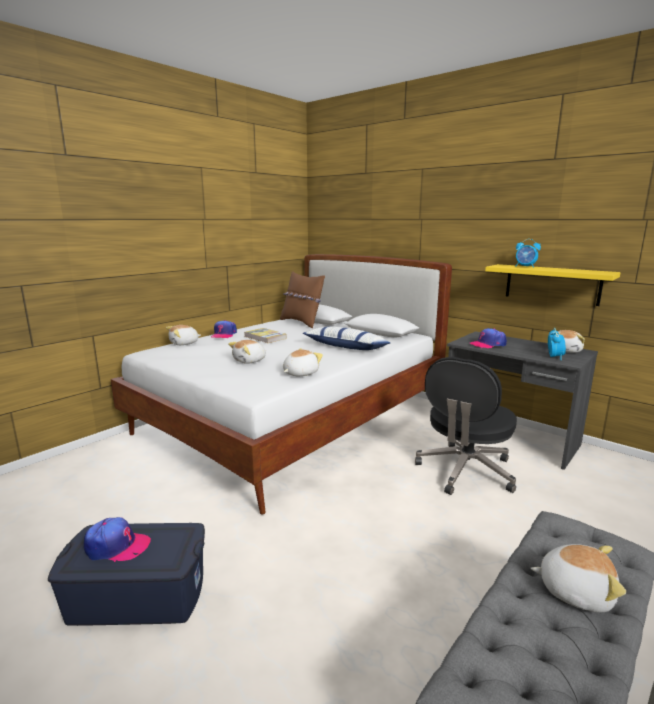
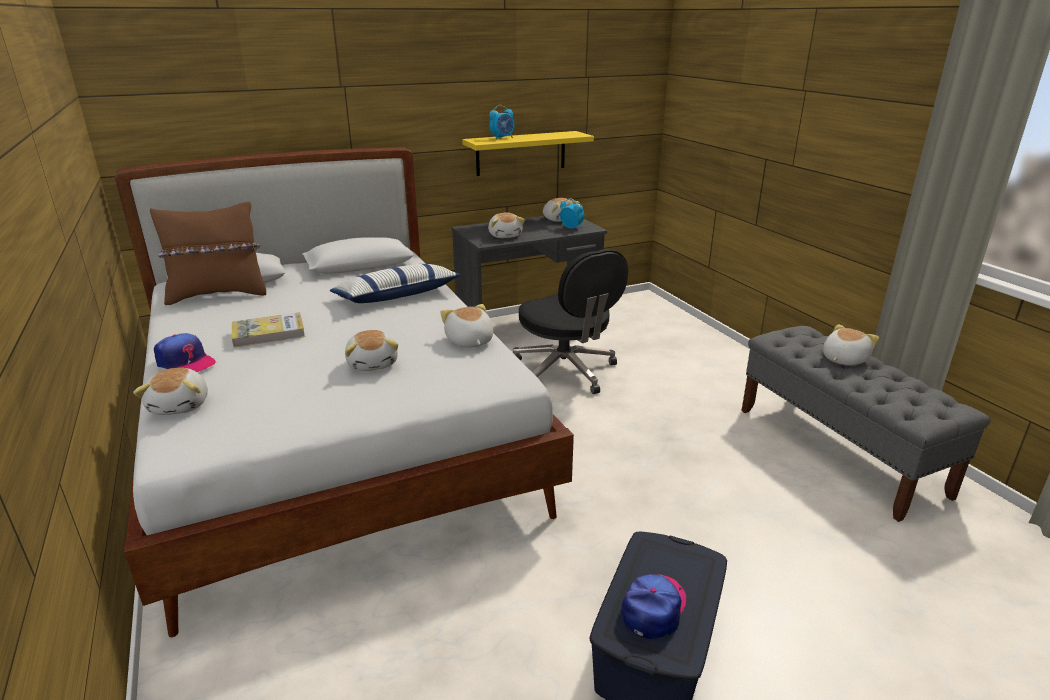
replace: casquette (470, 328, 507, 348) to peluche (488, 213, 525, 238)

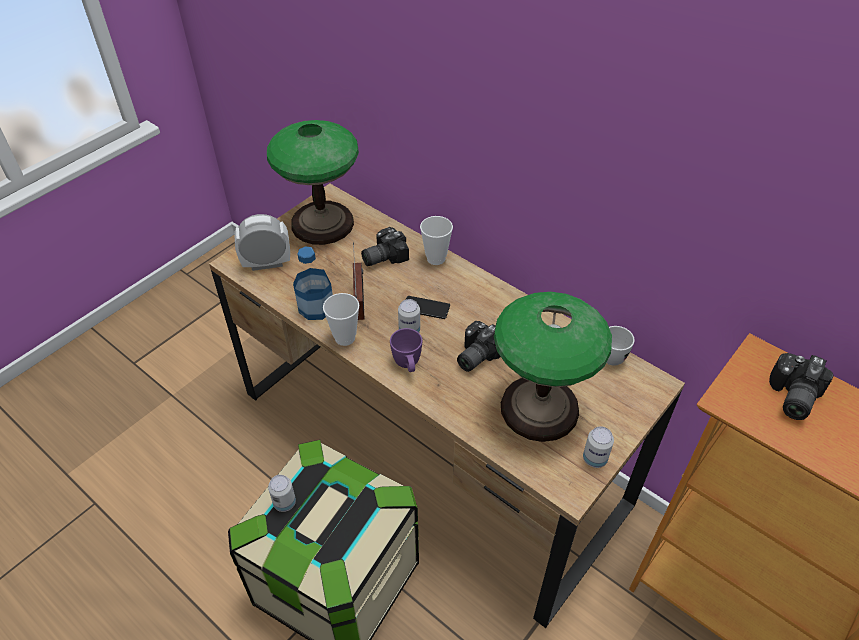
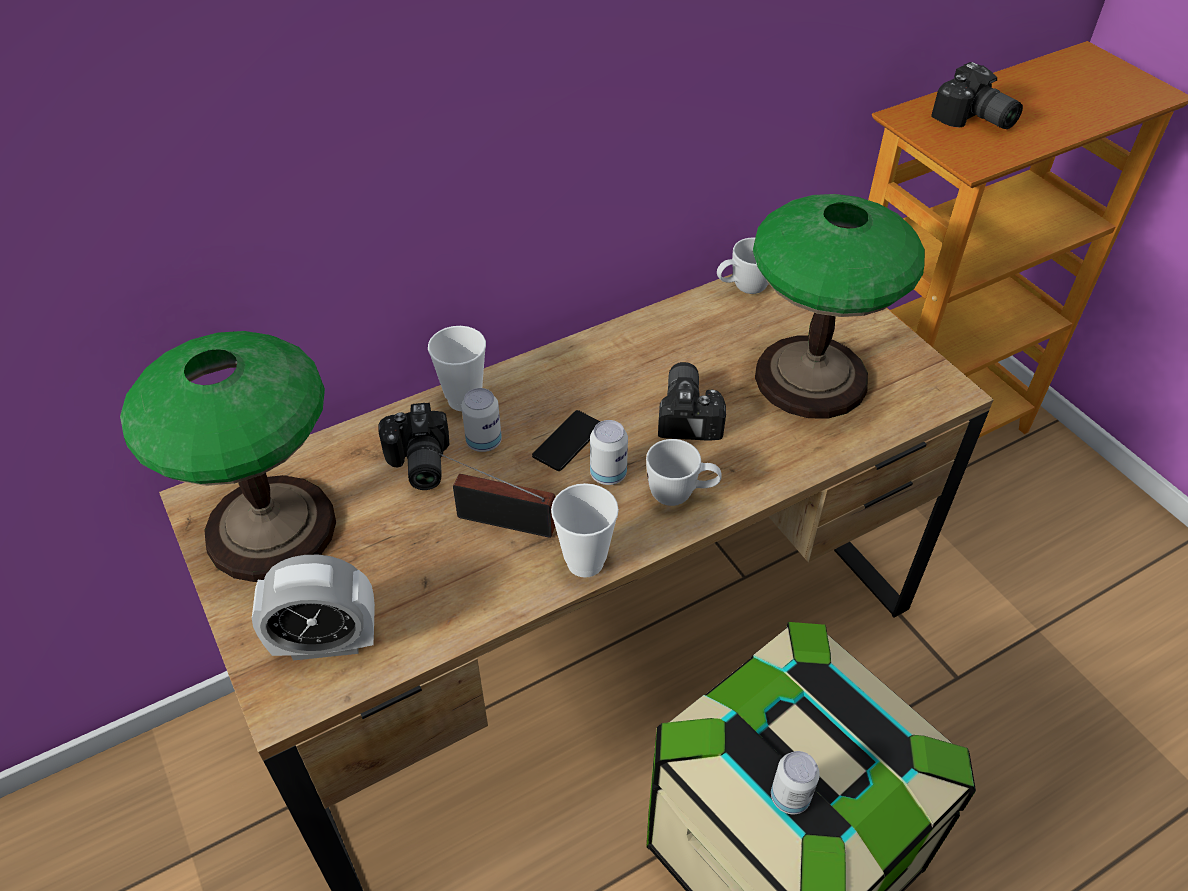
delete: bouteille (293, 246, 333, 320)
move: boîte métallique (583, 426, 614, 468) to (461, 388, 502, 452)
recolor: mug [violet] (390, 328, 422, 372) to mug [blanc] (646, 439, 722, 506)
rotate: réveil (234, 214, 290, 271) = (252, 555, 375, 661) 105 degrees counterclockwise; appareil photo (457, 321, 501, 372) = (658, 362, 726, 441) 150 degrees counterclockwise

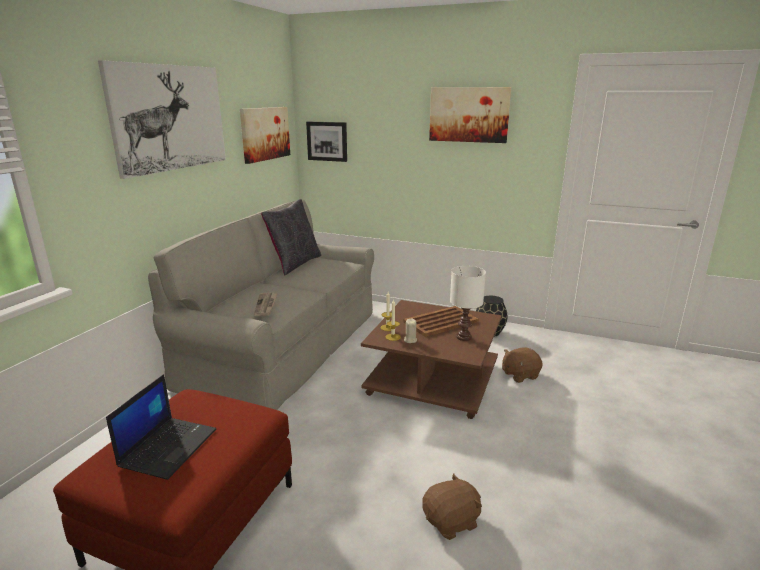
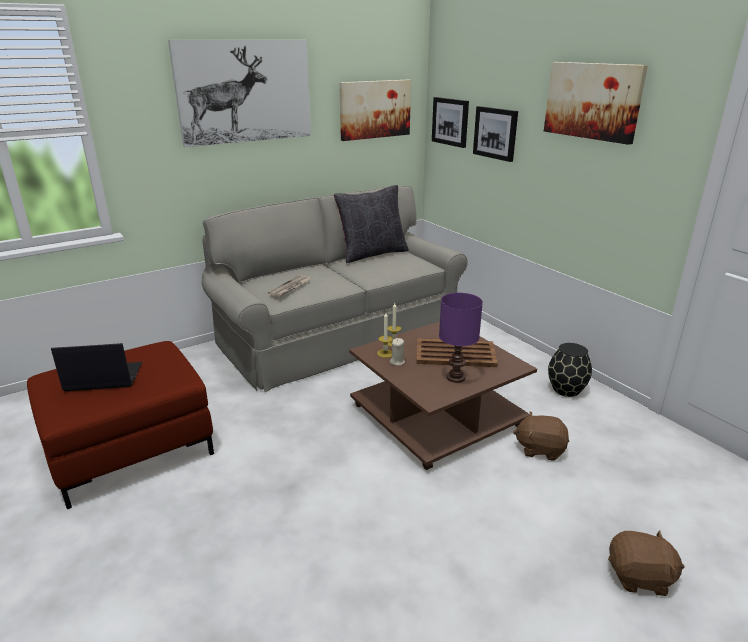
insert: tableau (473, 106, 518, 162)
move: peluche [marron] (422, 473, 482, 540) to (608, 530, 685, 596)
recolor: lampe de table [blanc] (450, 266, 486, 341) to lampe de table [violet] (439, 293, 483, 383)
rotate: ordinateur portable (106, 374, 216, 480) = (51, 343, 142, 392) 150 degrees counterclockwise

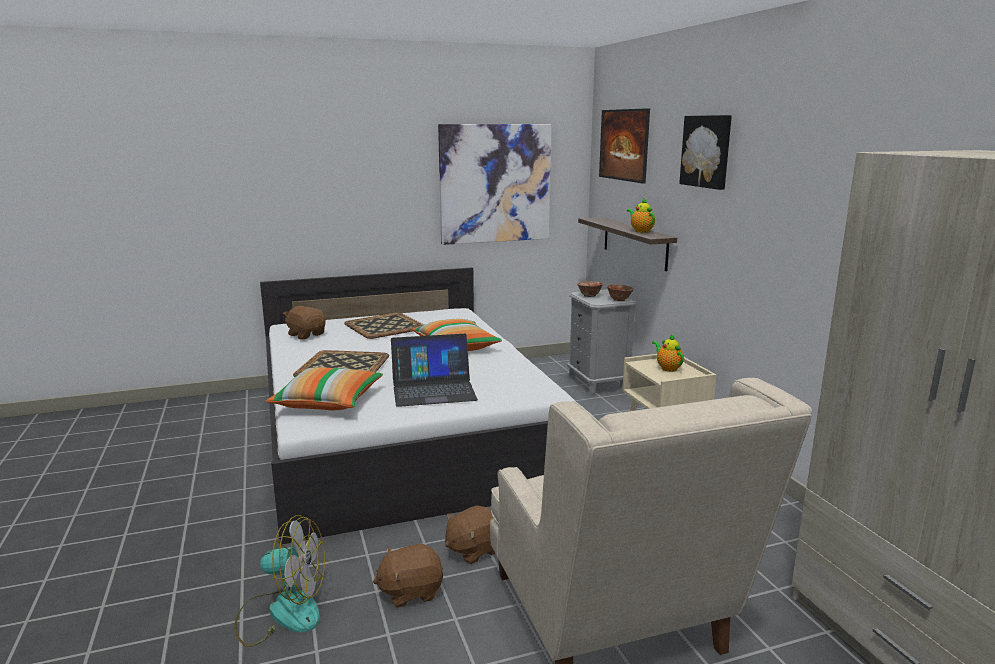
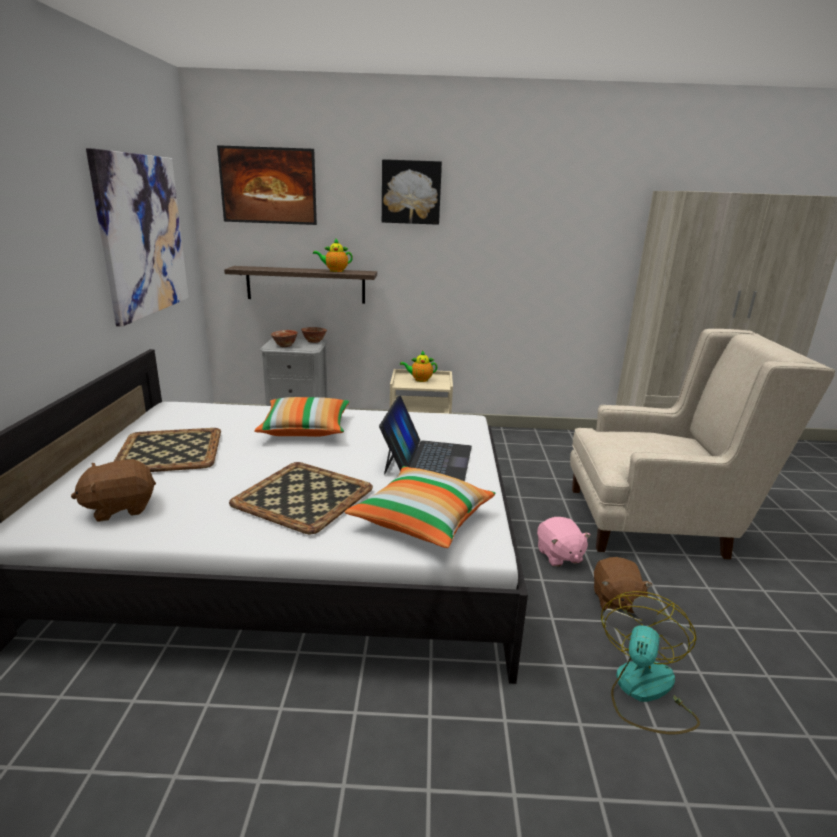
recolor: peluche [marron] (445, 506, 496, 564) to peluche [rose] (537, 517, 591, 567)

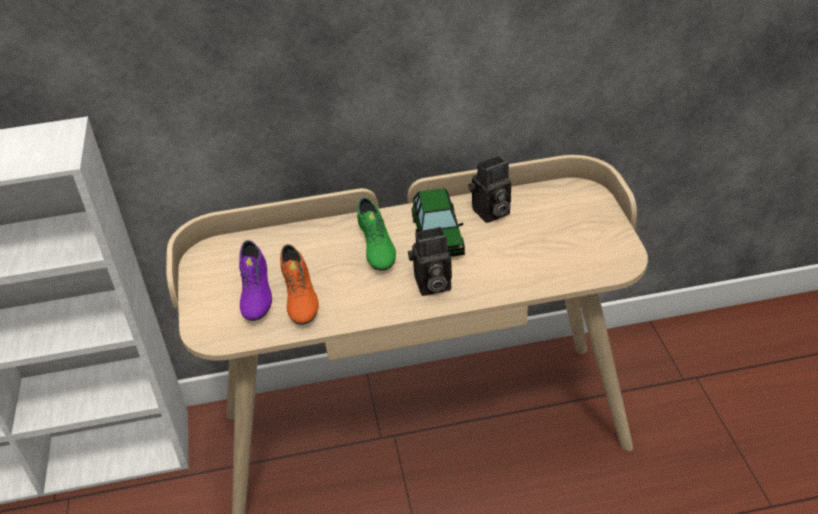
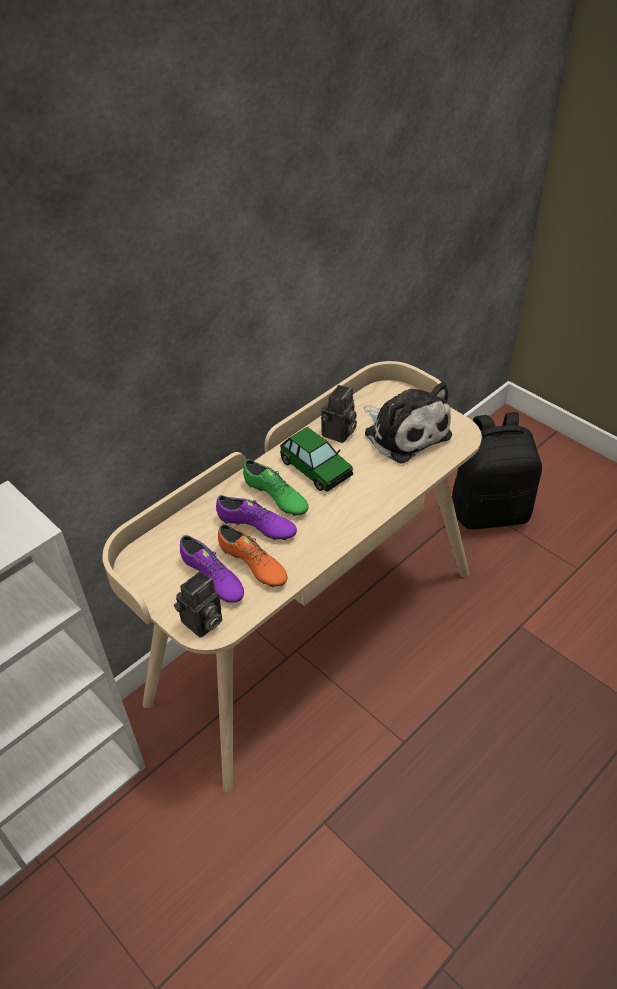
insert: chaussure [violet] (216, 495, 297, 540); peluche (363, 382, 452, 464); sac à dos [noir] (452, 412, 542, 529)
move: appareil photo (408, 227, 452, 296) to (174, 571, 222, 638)

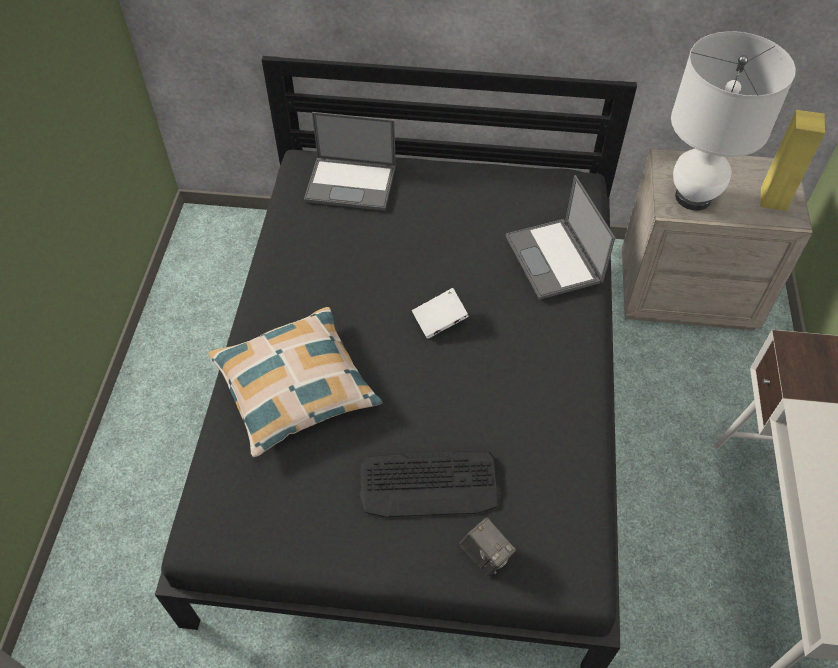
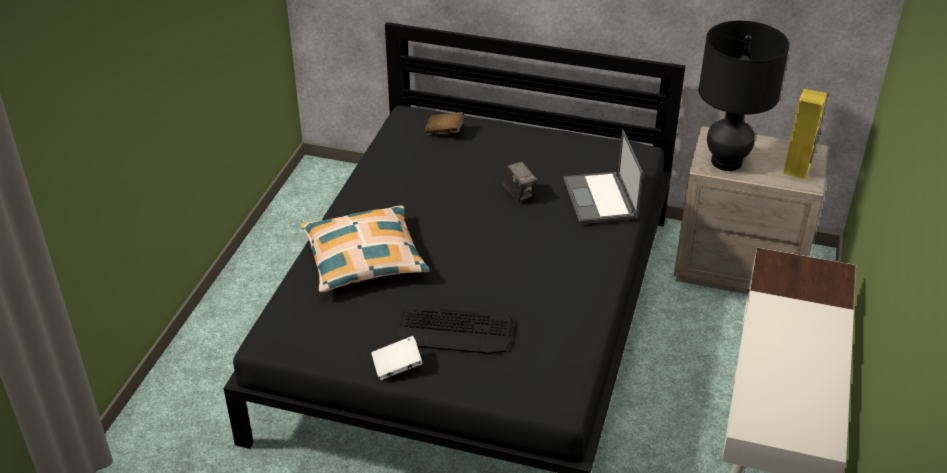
move: livre [blanc] (412, 288, 468, 338) to (371, 336, 422, 380); appareil photo (460, 518, 516, 576) to (502, 161, 537, 202)
replace: ordinateur portable (304, 112, 396, 211) to livre [marron] (425, 112, 464, 135)
recolor: lampe de table [blanc] (671, 31, 796, 211) to lampe de table [noir] (698, 21, 789, 171)

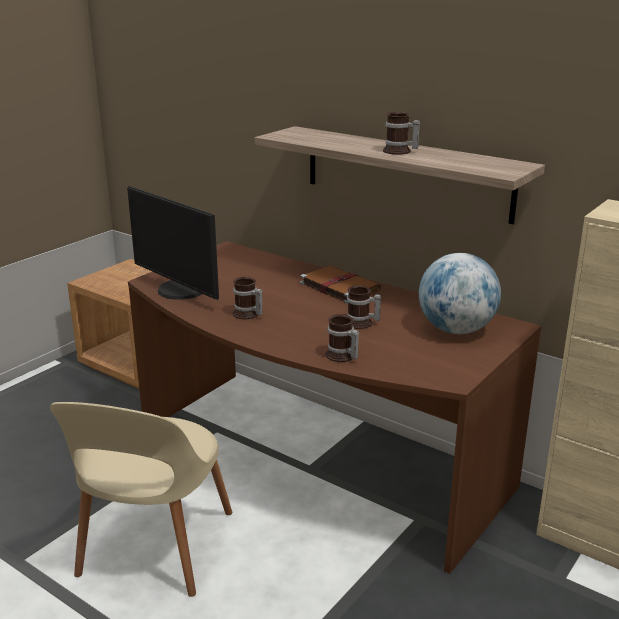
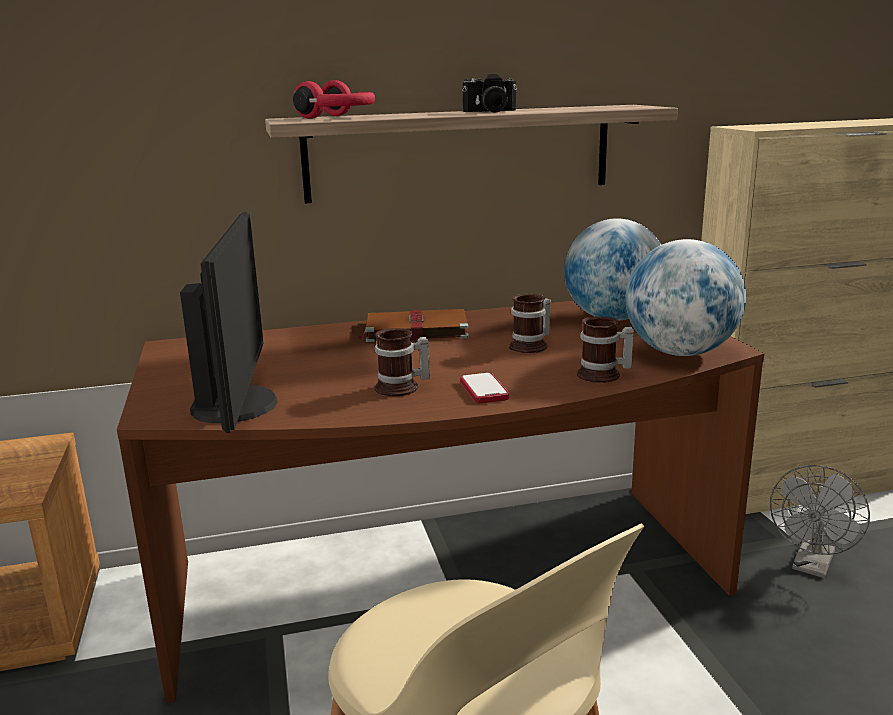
insert: casque audio [rouge] (293, 80, 375, 119); téléphone (460, 373, 509, 403); globe (626, 239, 746, 356); ventilateur [gris] (770, 465, 870, 578)
replace: mug (383, 112, 420, 155) to appareil photo (462, 74, 517, 112)
rotate: écran d'ordinateur (127, 186, 219, 300) = (180, 212, 278, 433) 90 degrees counterclockwise

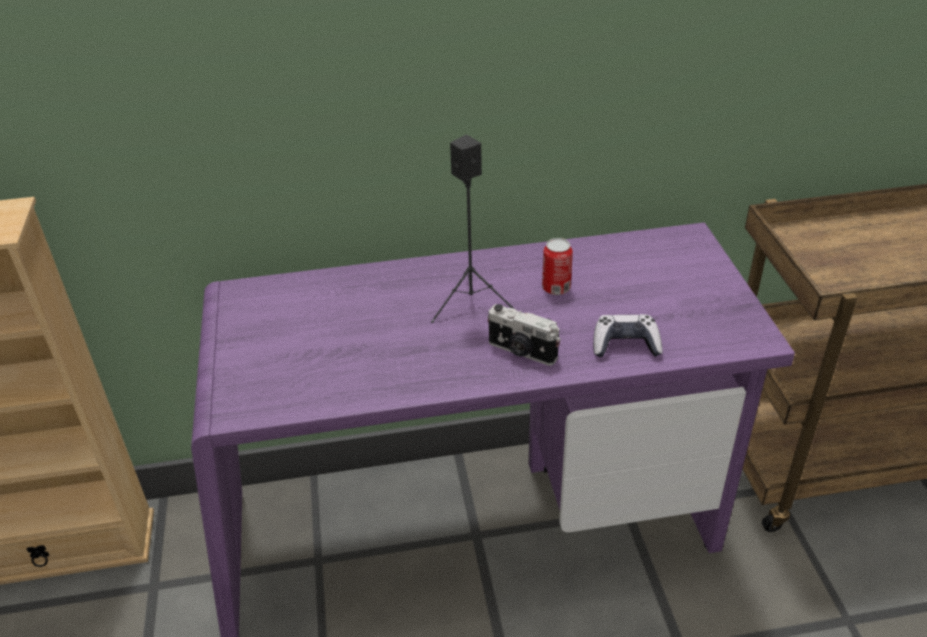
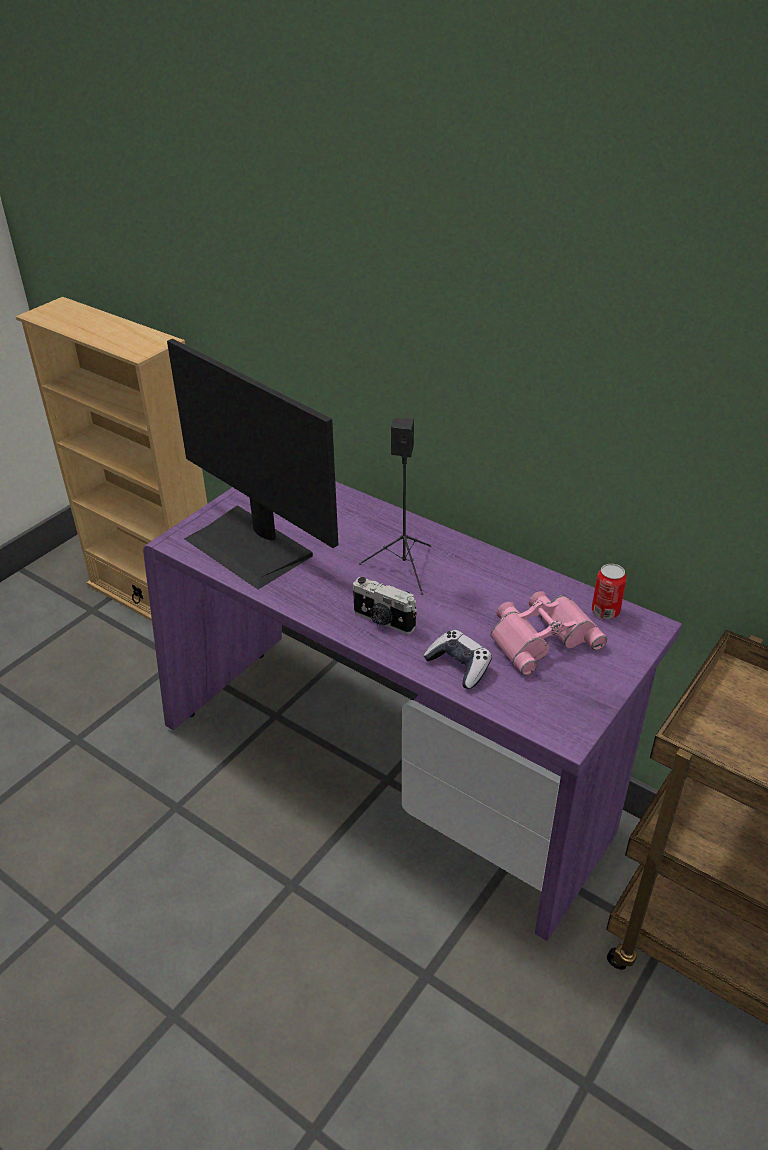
insert: écran d'ordinateur (167, 339, 338, 589); jumelles [rose] (490, 591, 607, 675)
move: boîte métallique (542, 238, 573, 295) to (592, 564, 626, 619)
rotate: appareil photo (488, 304, 560, 366) = (353, 577, 417, 634) 45 degrees counterclockwise

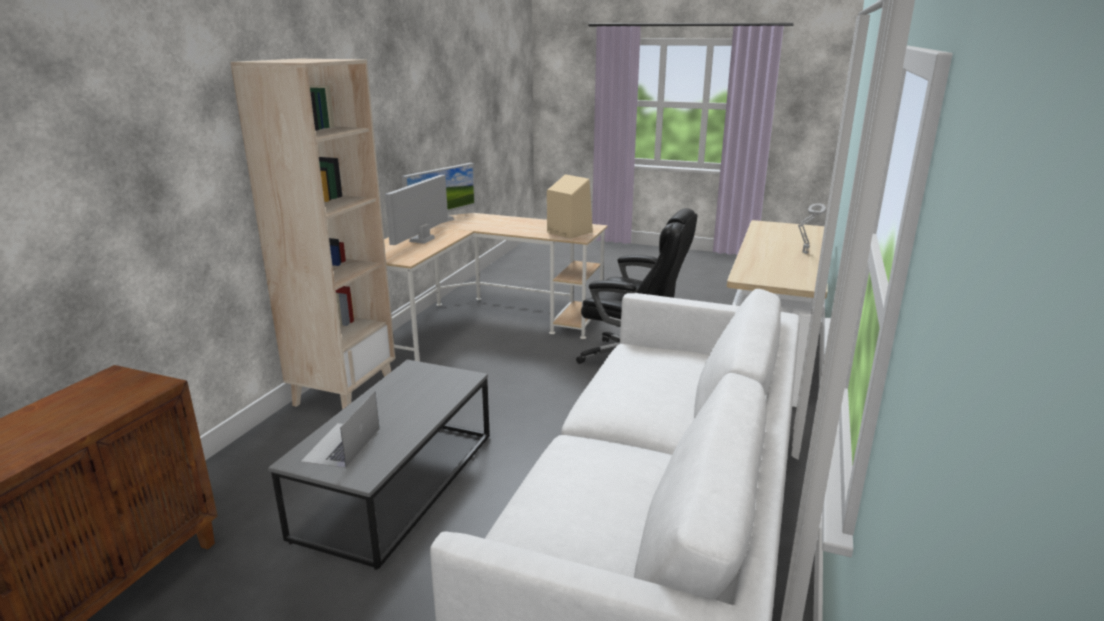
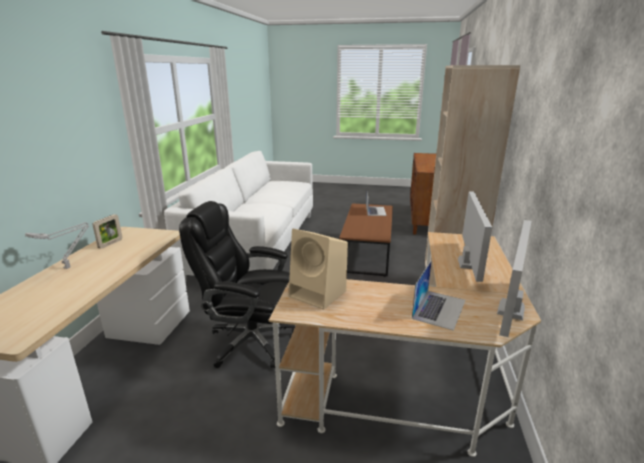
insert: cadre photo (92, 214, 122, 249); ordinateur portable (412, 260, 466, 331)
recolor: table basse [gris] (268, 359, 490, 570) to table basse [marron] (339, 203, 393, 277)

